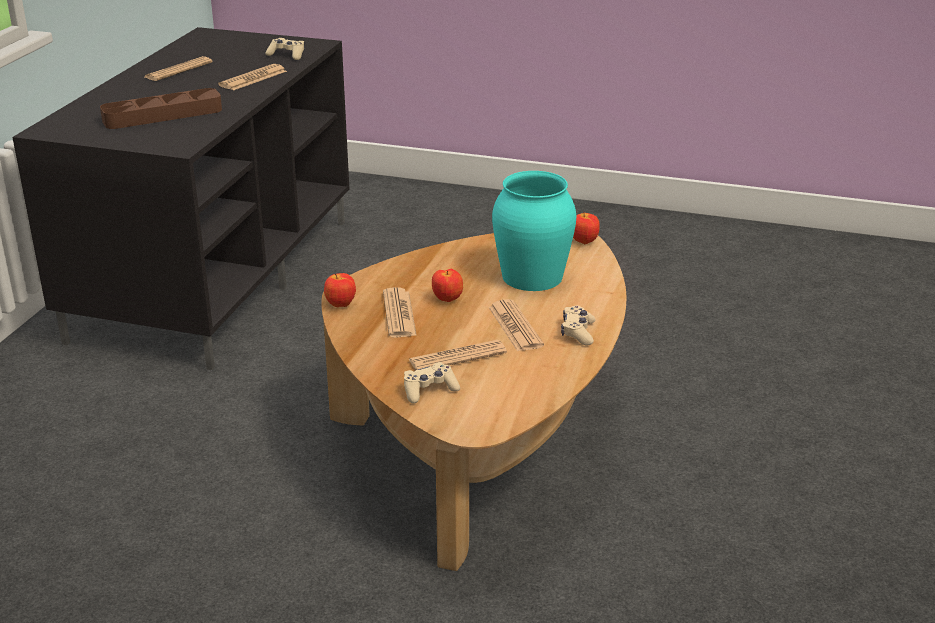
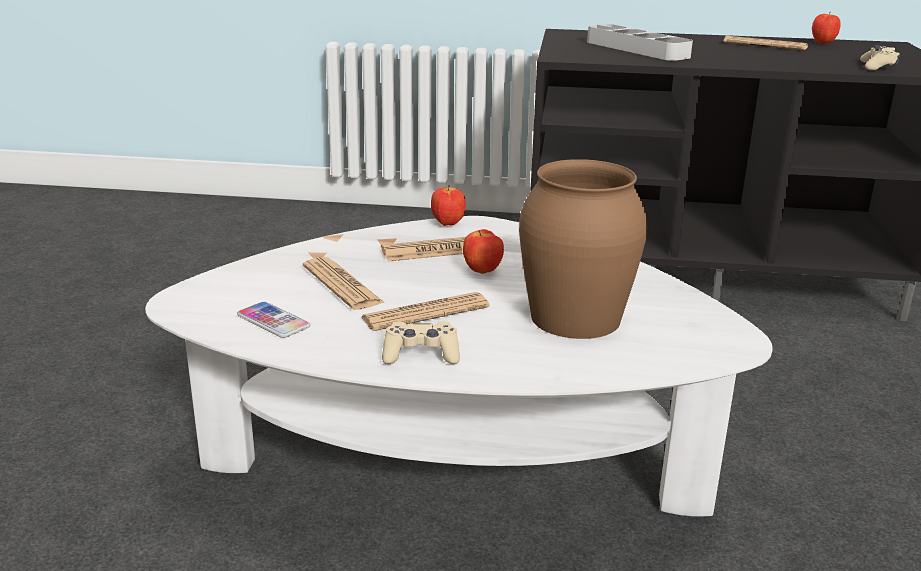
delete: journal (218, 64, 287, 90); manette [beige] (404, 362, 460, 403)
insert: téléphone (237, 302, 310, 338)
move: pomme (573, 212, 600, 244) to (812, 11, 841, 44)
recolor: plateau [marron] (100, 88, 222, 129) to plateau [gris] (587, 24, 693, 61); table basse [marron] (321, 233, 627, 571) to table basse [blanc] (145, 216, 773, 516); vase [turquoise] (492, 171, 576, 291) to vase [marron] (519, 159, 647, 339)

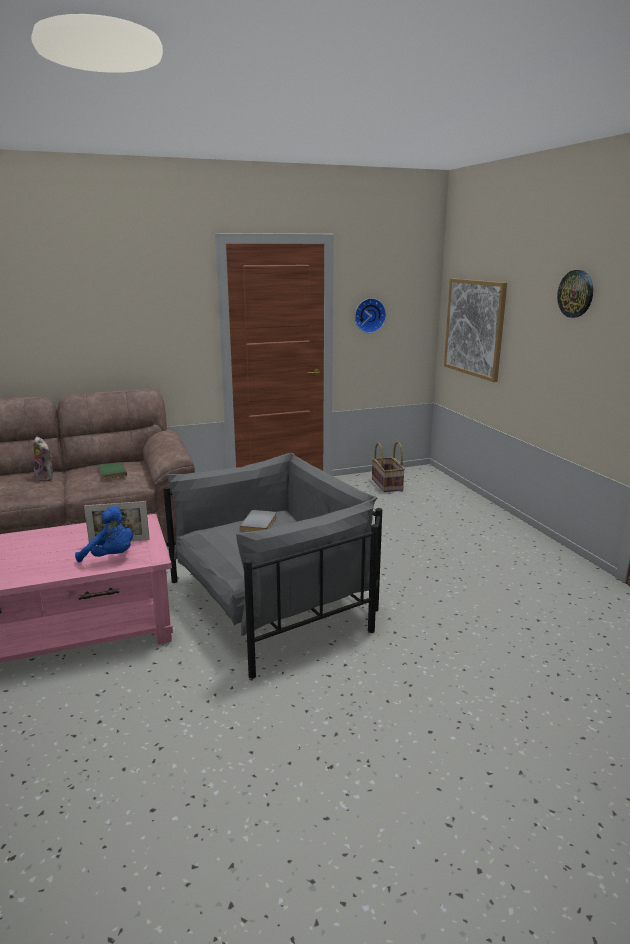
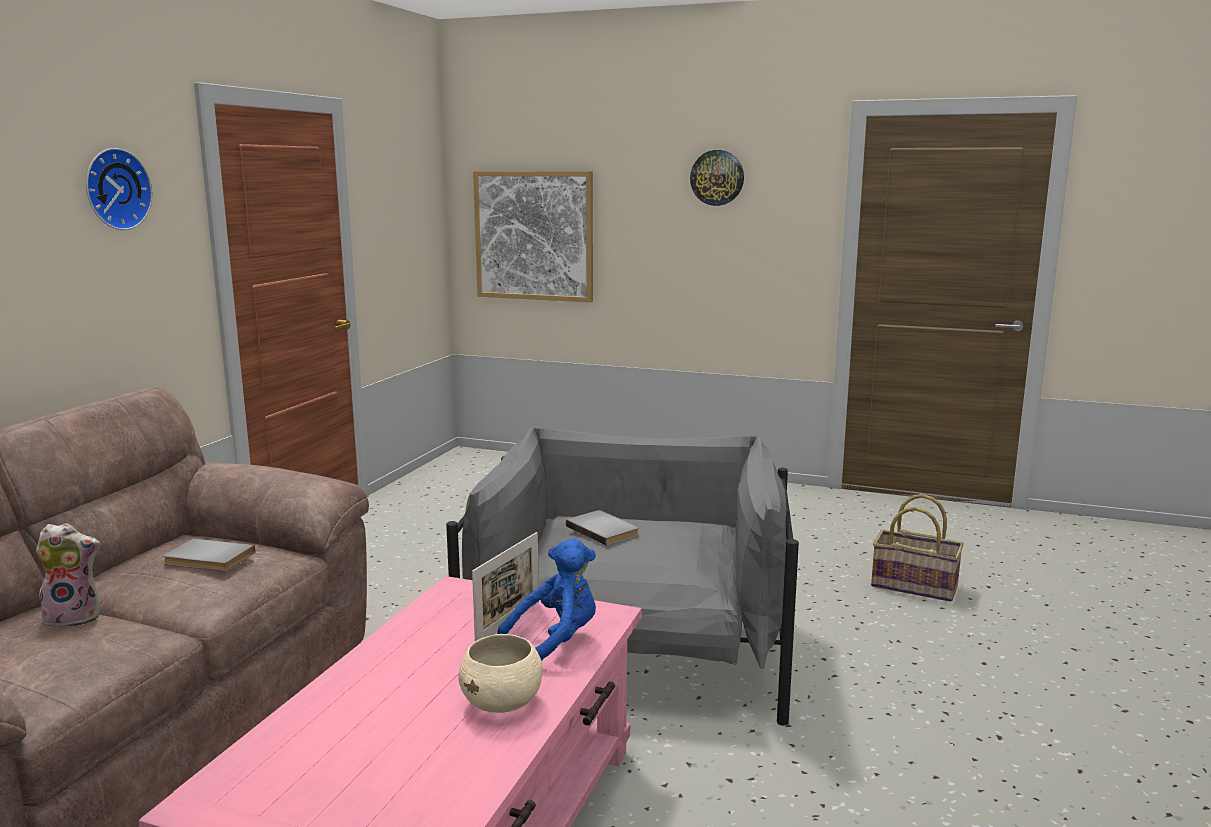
insert: bol [beige] (458, 634, 543, 713)
move: horloge murale (355, 298, 386, 333) to (86, 148, 153, 230); panier (372, 441, 405, 492) to (871, 494, 964, 602)
recolor: livre [vert] (98, 462, 127, 479) to livre [gris] (163, 539, 255, 572)

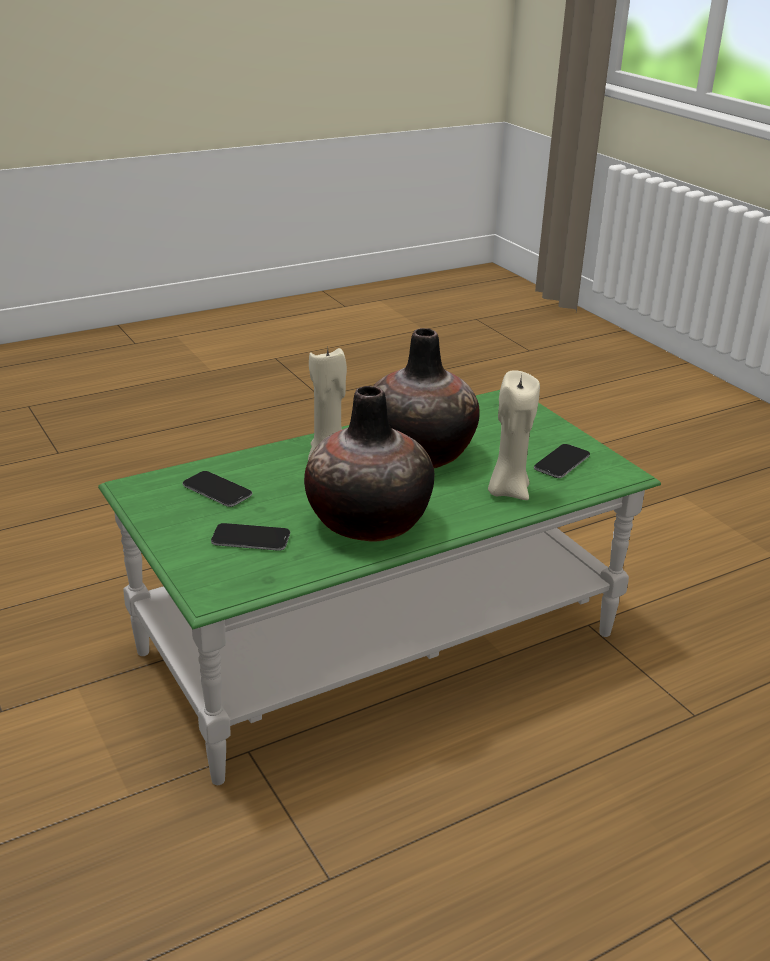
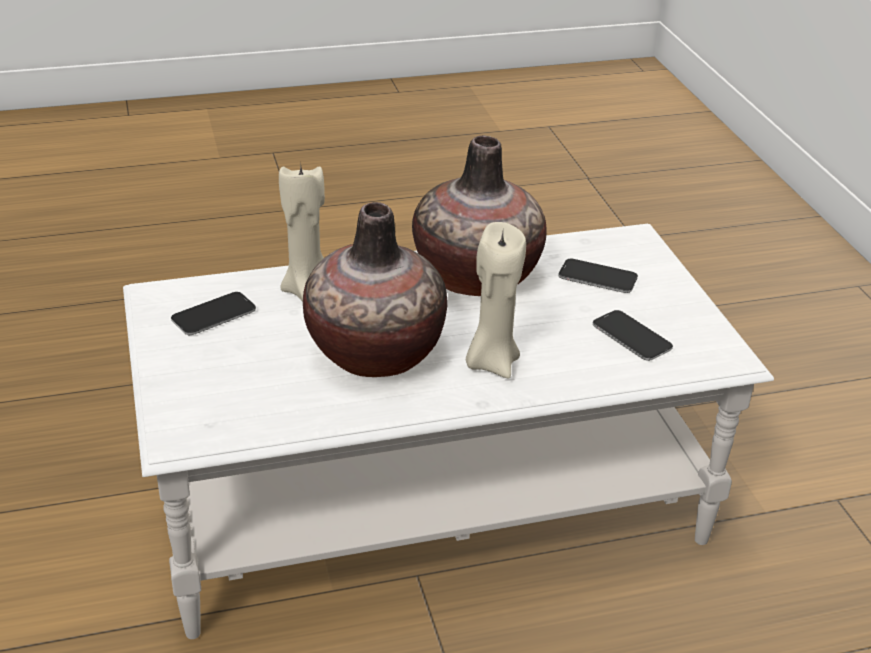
recolor: table basse [vert] (98, 390, 661, 785) to table basse [blanc] (123, 224, 774, 639)

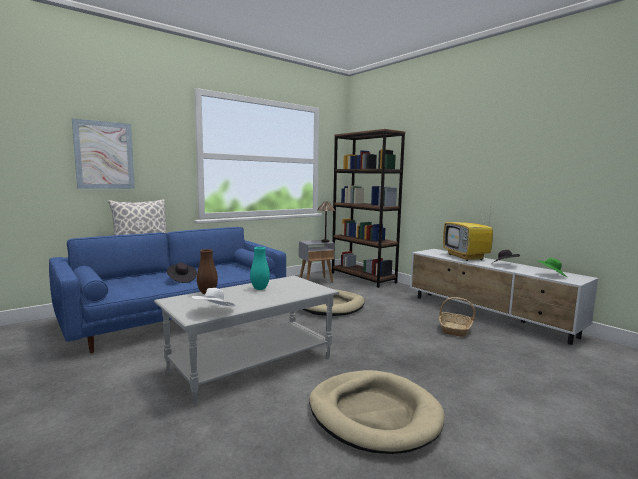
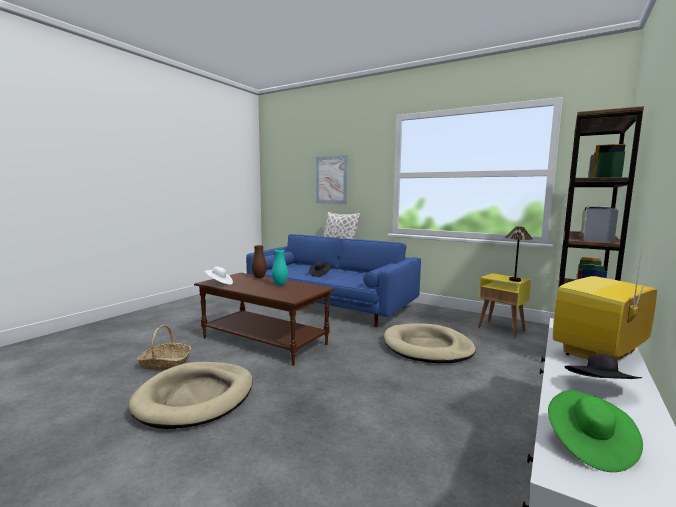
move: panier (439, 297, 476, 337) to (137, 325, 191, 370)
recolor: table basse [gris] (154, 276, 339, 406) to table basse [marron] (194, 273, 335, 366); table d'appoint [gris] (299, 240, 335, 283) to table d'appoint [jaune] (478, 273, 531, 337)

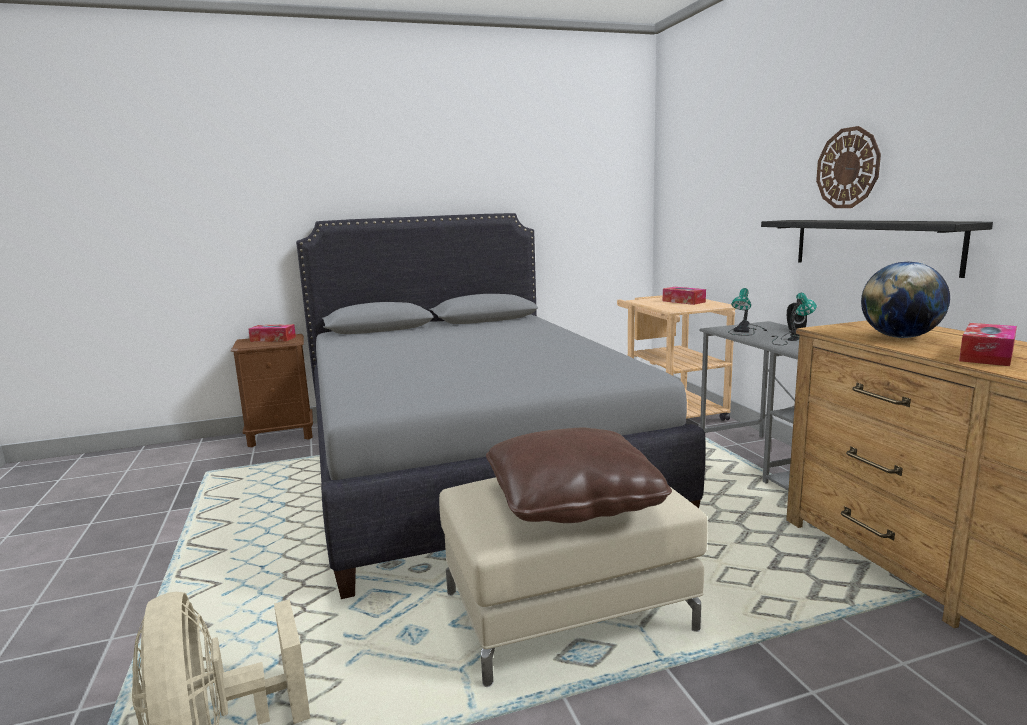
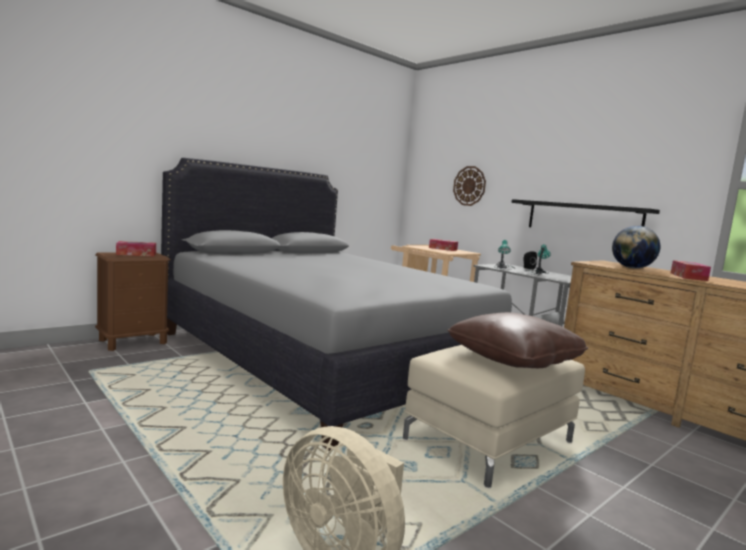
move: horloge murale (816, 126, 881, 208) to (453, 166, 486, 206)

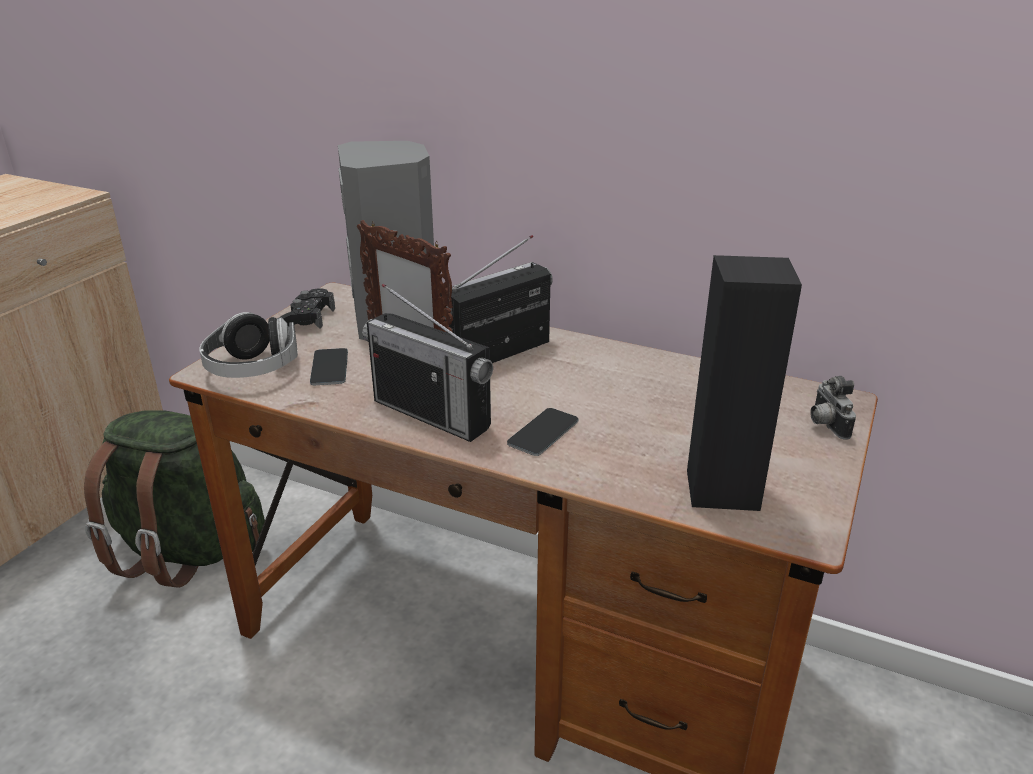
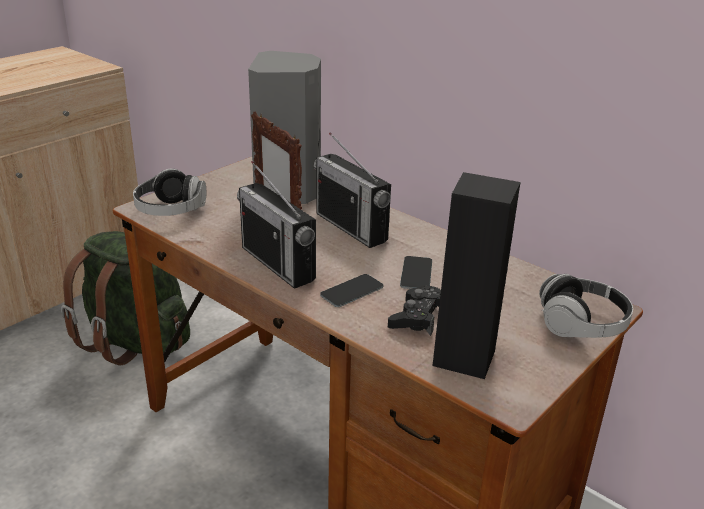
move: manette [noir] (279, 288, 335, 329) to (388, 286, 441, 336); téléphone (310, 348, 348, 385) to (400, 256, 432, 289)
replace: appareil photo (810, 376, 856, 440) to casque audio (539, 274, 633, 338)
rotate: radio (441, 235, 553, 363) = (313, 133, 391, 248) 105 degrees counterclockwise

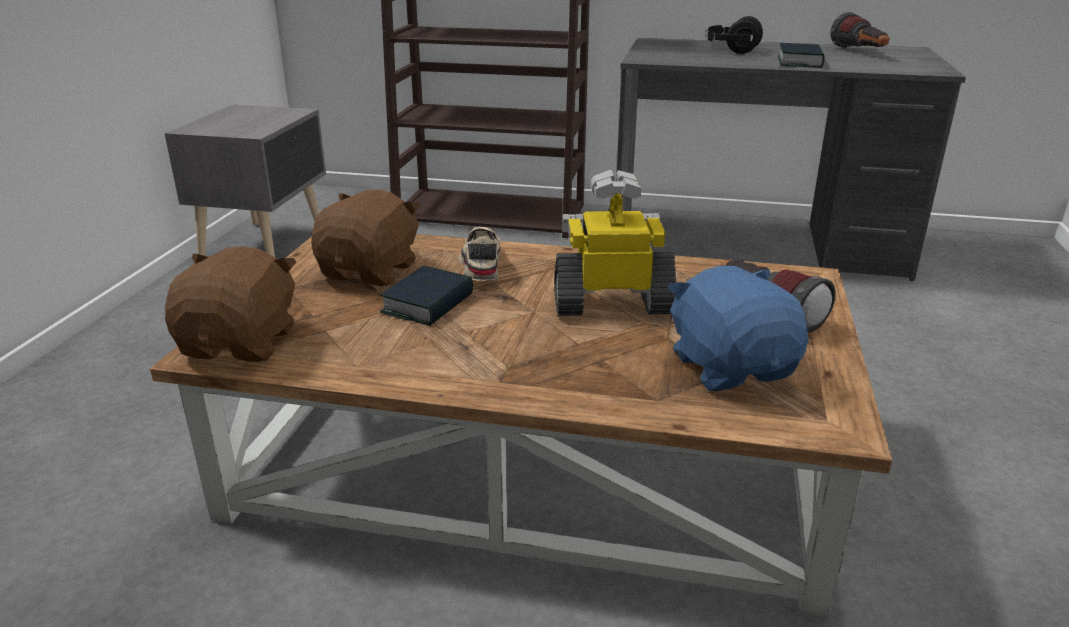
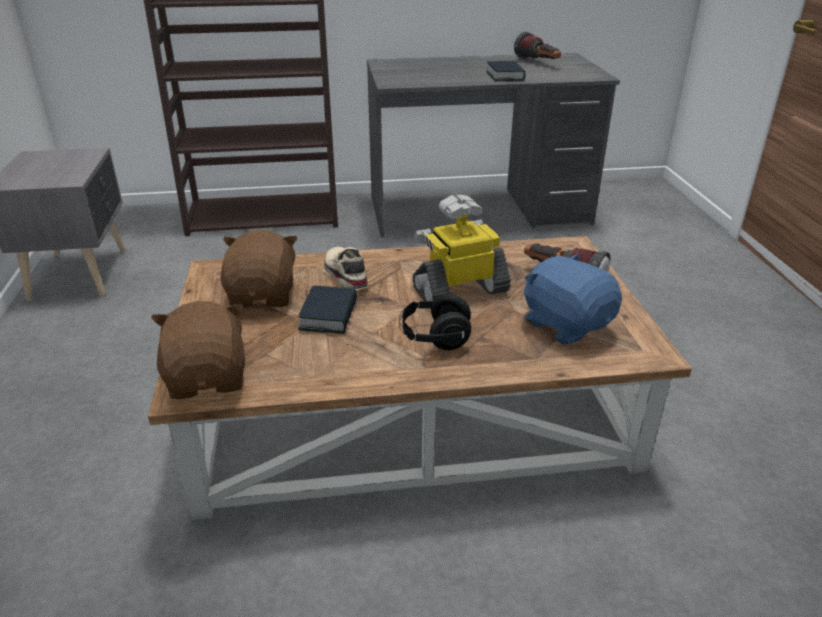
move: casque audio [noir] (705, 16, 763, 54) to (399, 293, 471, 350)

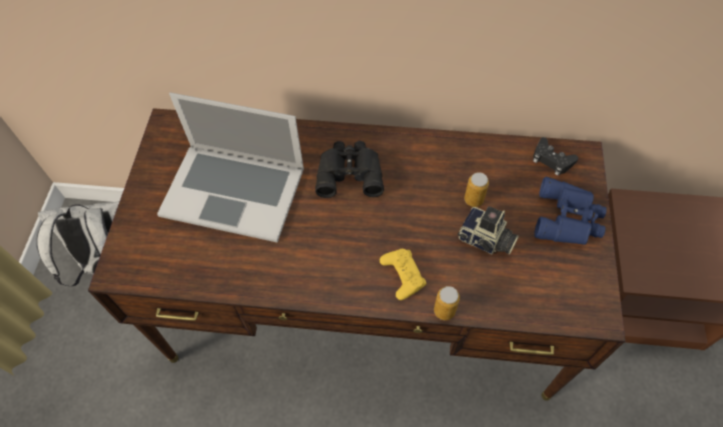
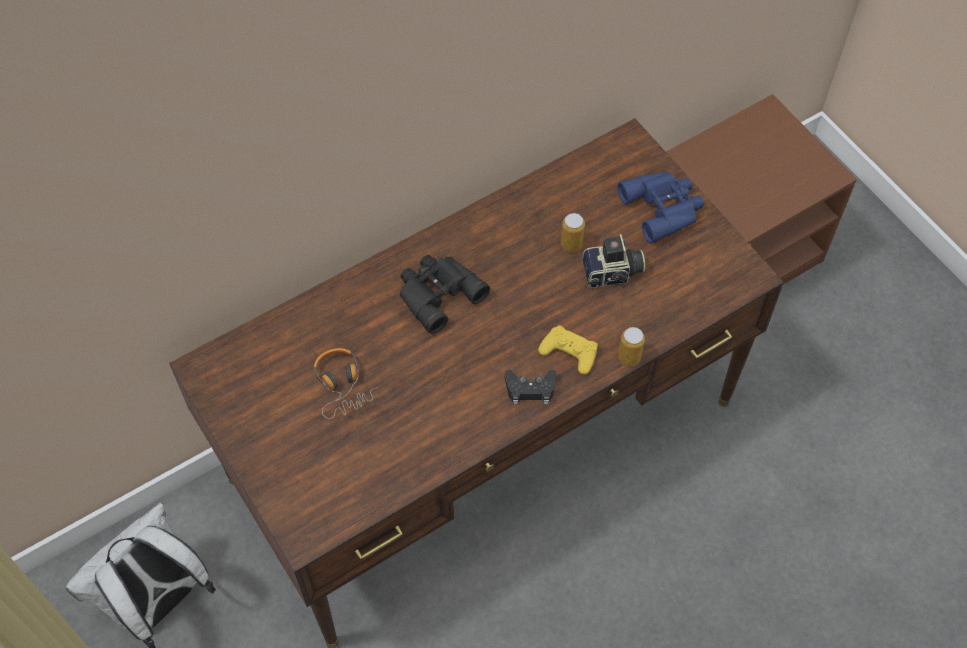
move: manette [noir] (533, 137, 578, 176) to (505, 370, 557, 404)
replace: ordinateur portable (157, 93, 304, 243) to casque audio (314, 348, 379, 419)

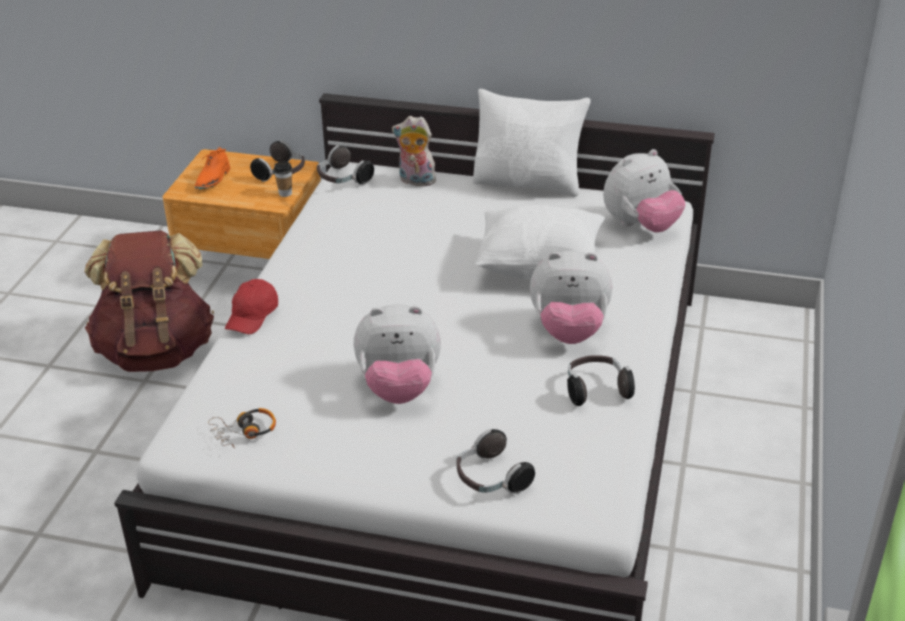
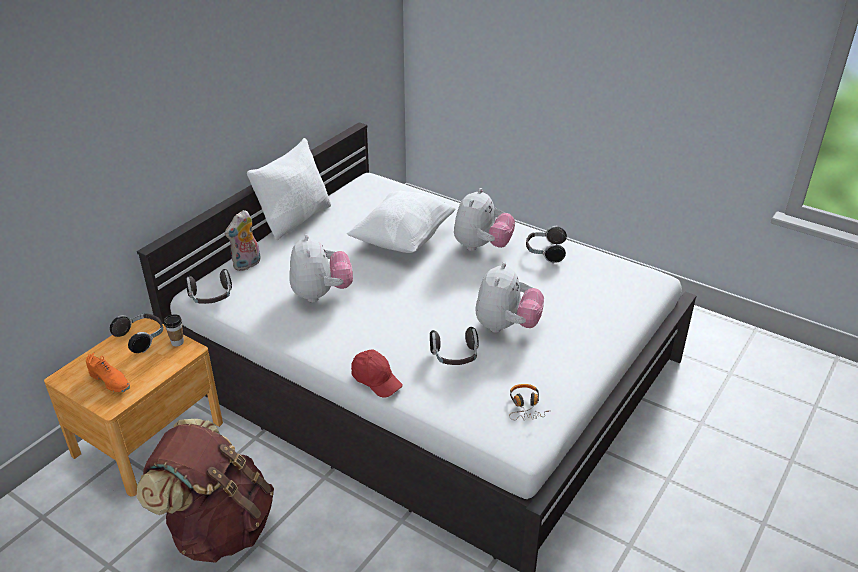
move: casque audio (456, 429, 535, 494) to (430, 327, 479, 365); peluche (603, 149, 685, 233) to (289, 234, 353, 303)

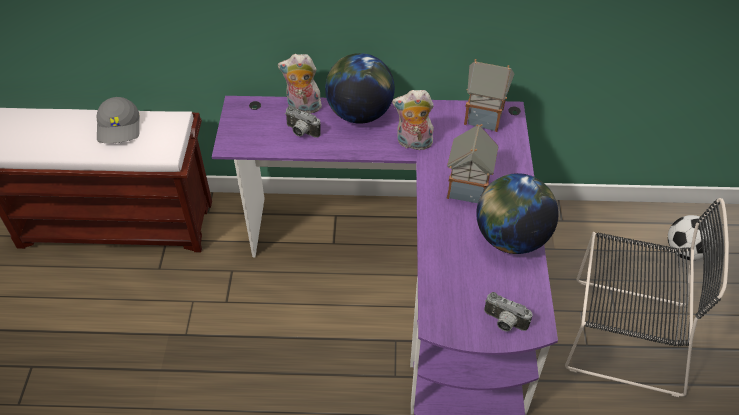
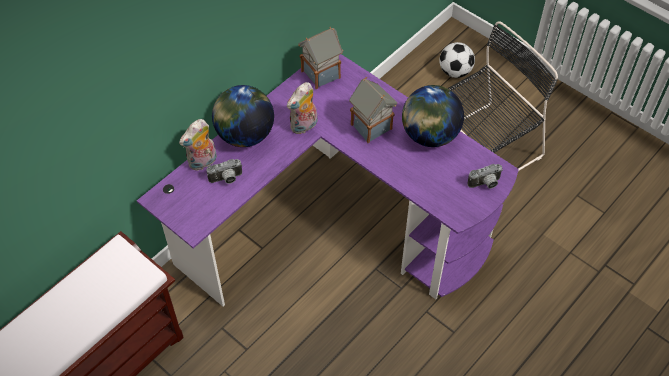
delete: casquette [gris] (96, 97, 139, 143)

